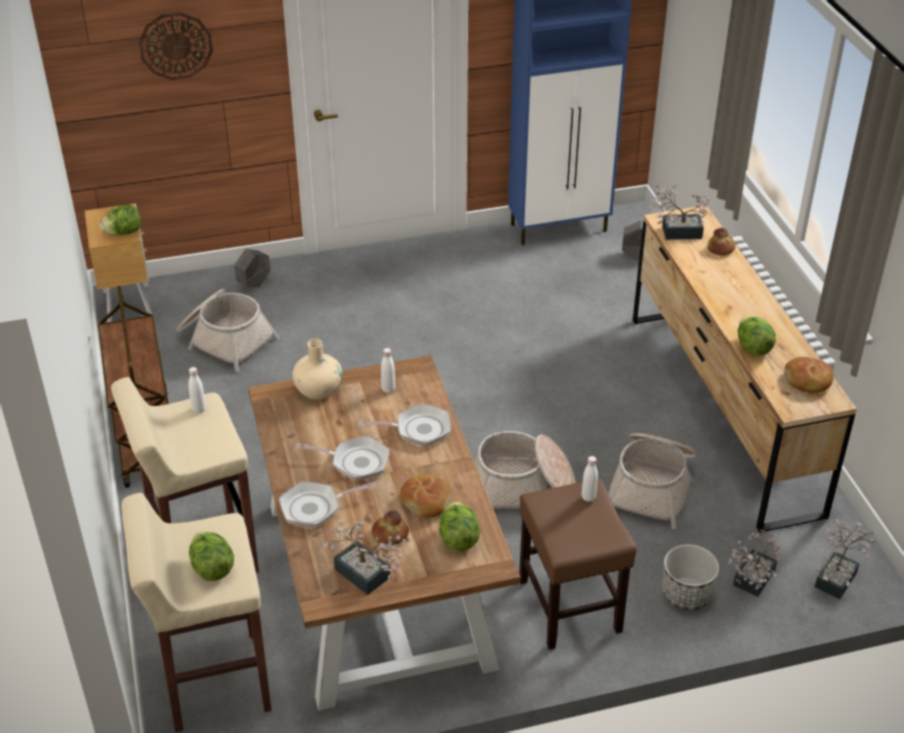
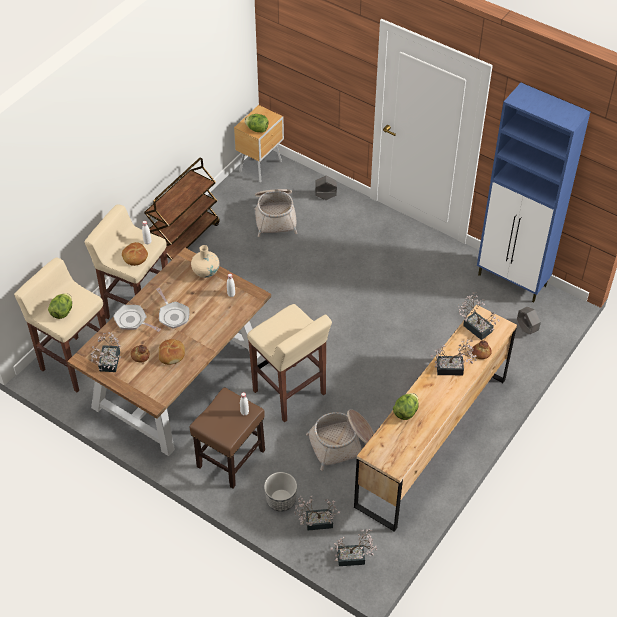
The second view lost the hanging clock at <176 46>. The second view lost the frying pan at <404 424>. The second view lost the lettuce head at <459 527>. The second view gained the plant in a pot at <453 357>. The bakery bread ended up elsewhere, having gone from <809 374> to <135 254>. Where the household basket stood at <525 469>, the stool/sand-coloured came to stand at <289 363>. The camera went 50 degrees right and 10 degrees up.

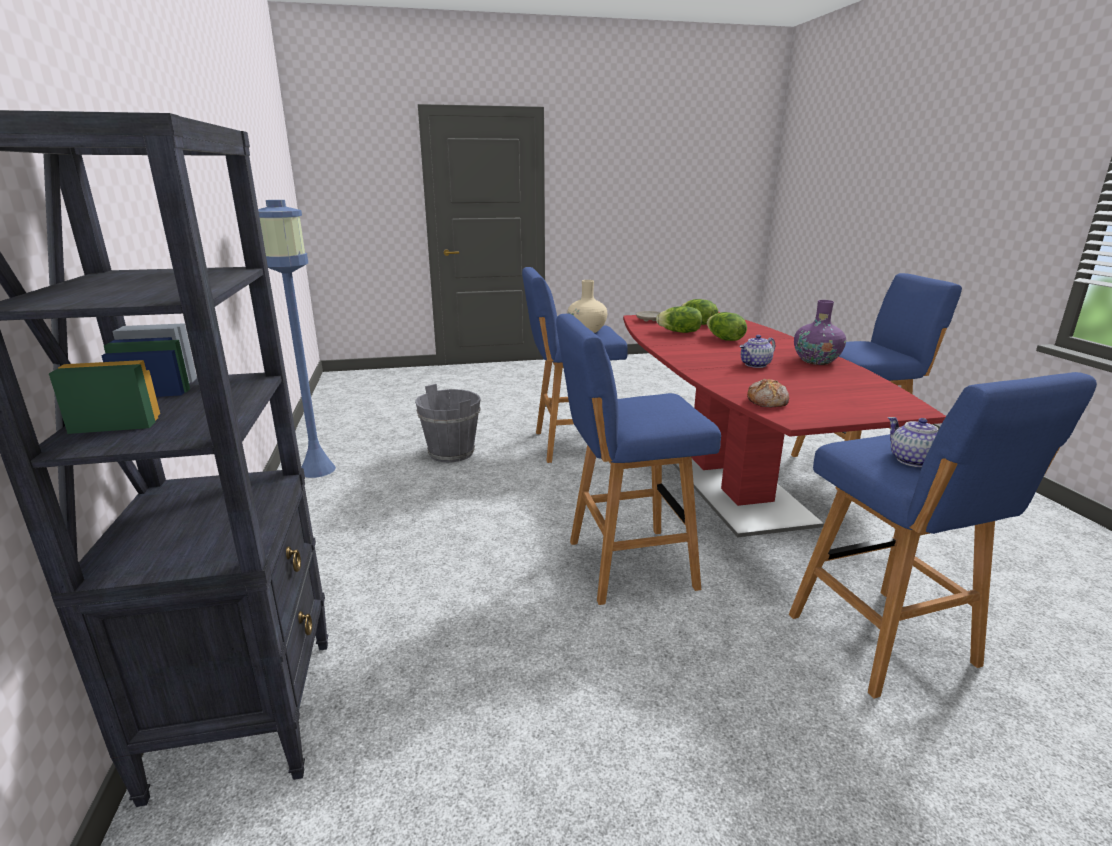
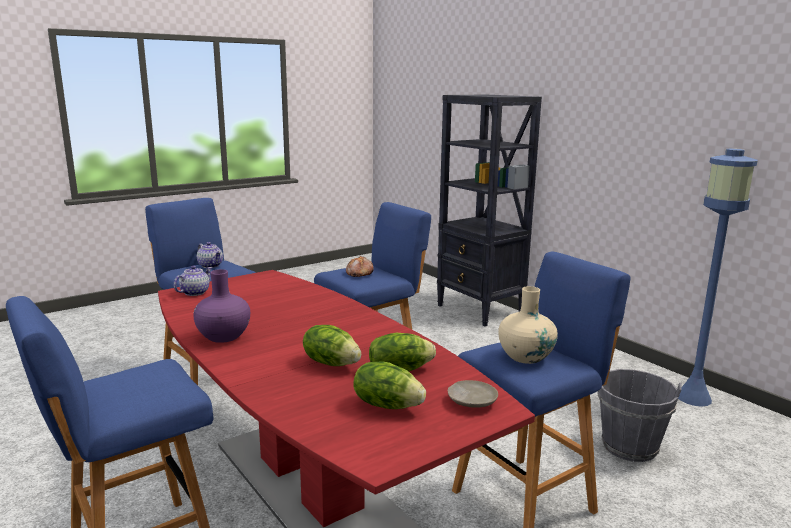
The pot for tea ended up elsewhere, having gone from <757 351> to <193 280>. The bakery bread ended up elsewhere, having gone from <768 393> to <360 266>. The camera went 155 degrees right and 5 degrees down.

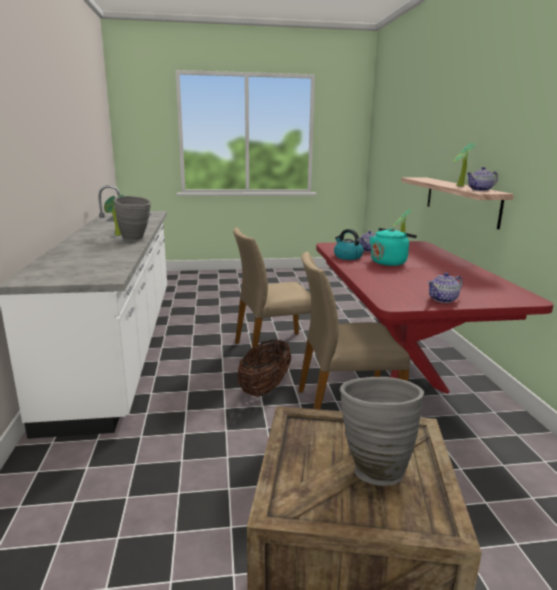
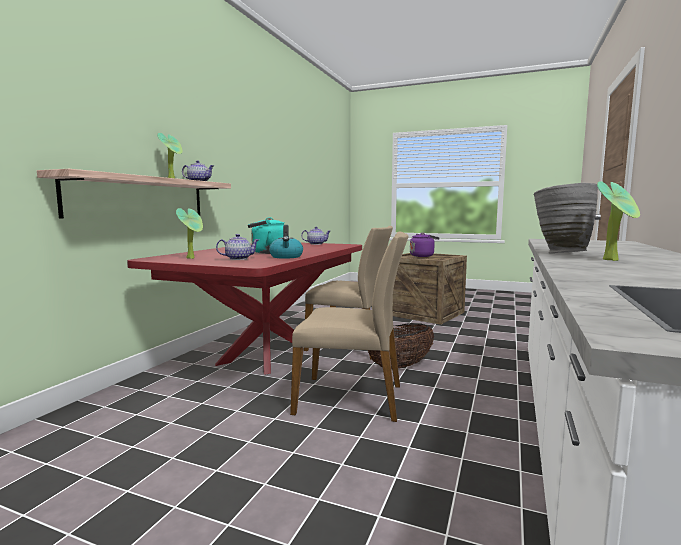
Where the decorative vase/grey stood at <382 431>, the water kettle/purplish came to stand at <425 245>. The camera went 150 degrees left and 10 degrees down.

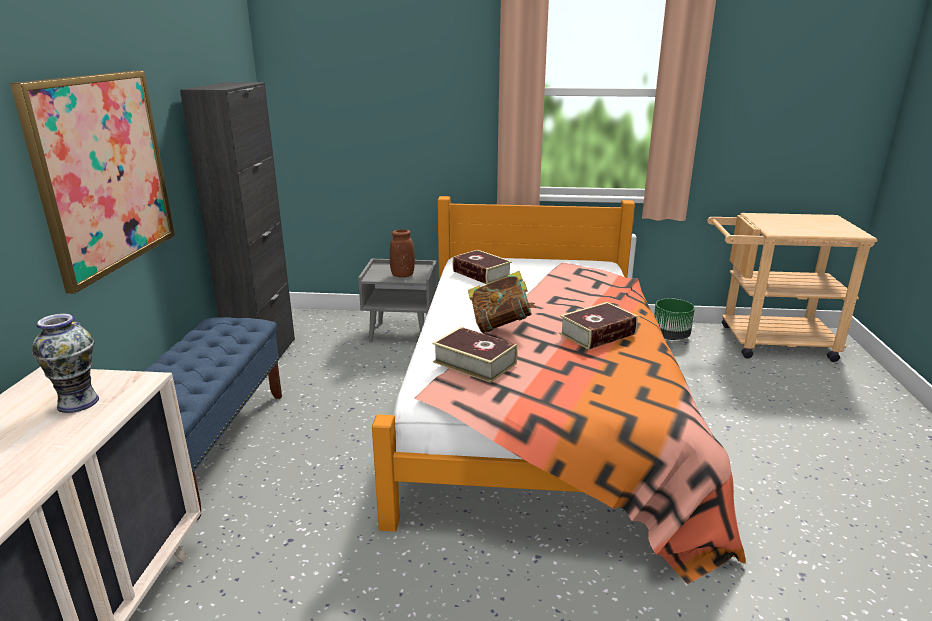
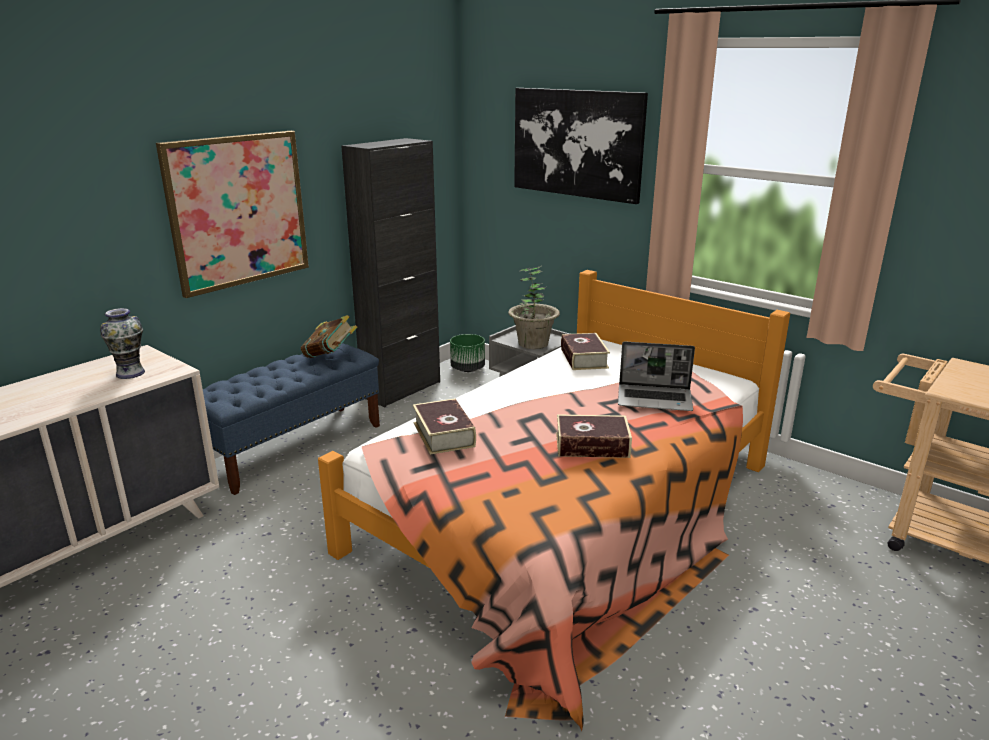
The second view gained the wall art at <581 146>. The second view gained the notebook computer at <656 376>. The bound book ended up elsewhere, having gone from <502 302> to <329 336>. The flower pot/greenish ended up elsewhere, having gone from <674 319> to <467 353>. Where the decorative vase/brownish stood at <402 253>, the plant in a pot came to stand at <534 307>. The camera went 35 degrees right and 0 degrees up.

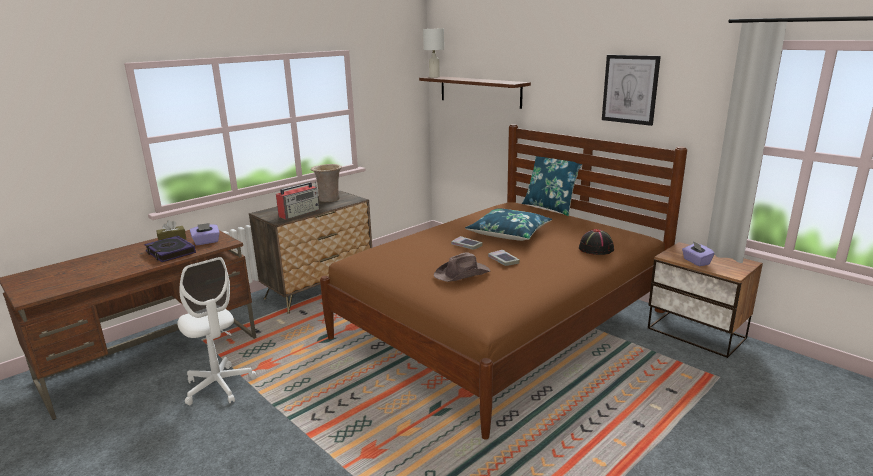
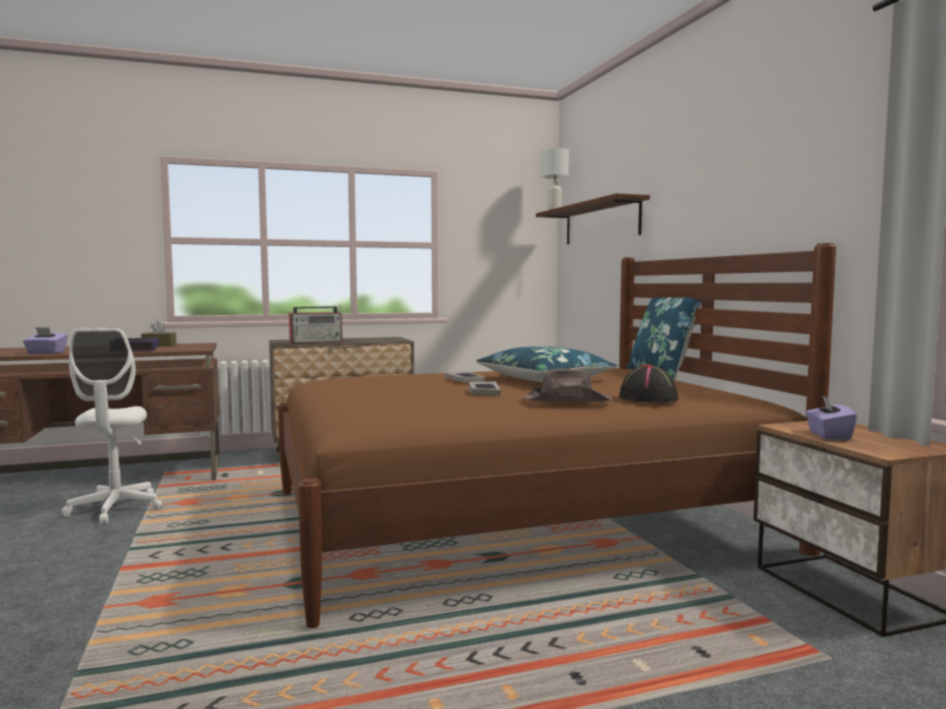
The second view lost the decorative vase/sand-coloured at <326 183>. The second view lost the wall art at <631 90>. The box of tissues/purplish ended up elsewhere, having gone from <205 234> to <45 340>. The hat/brownish ended up elsewhere, having gone from <462 267> to <566 385>. The camera went 25 degrees right and 15 degrees down.

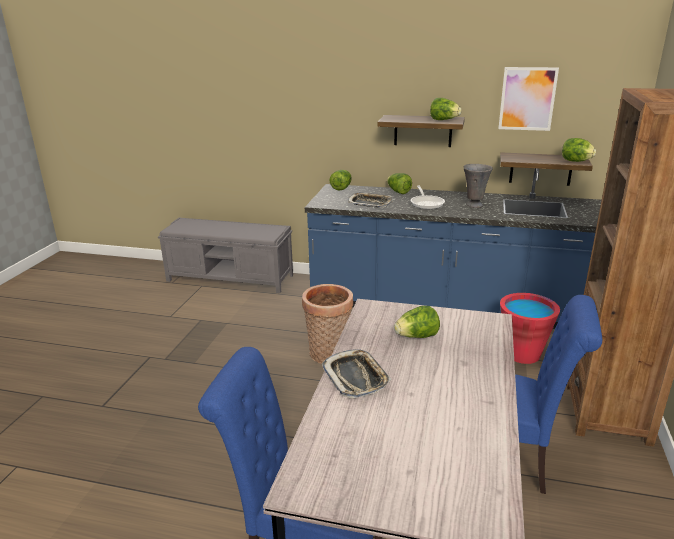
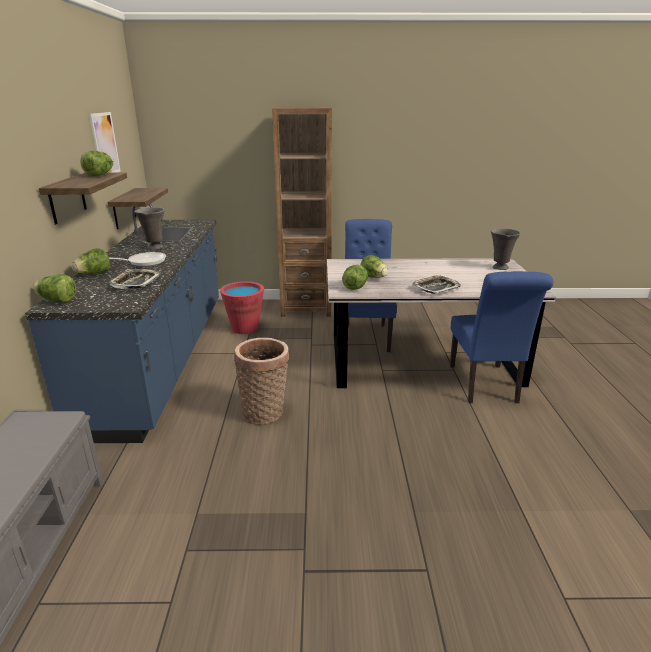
The second view gained the decorative vase/grey at <505 249>. The lettuce head ended up elsewhere, having gone from <579 150> to <355 277>. The camera went 105 degrees left and 0 degrees up.

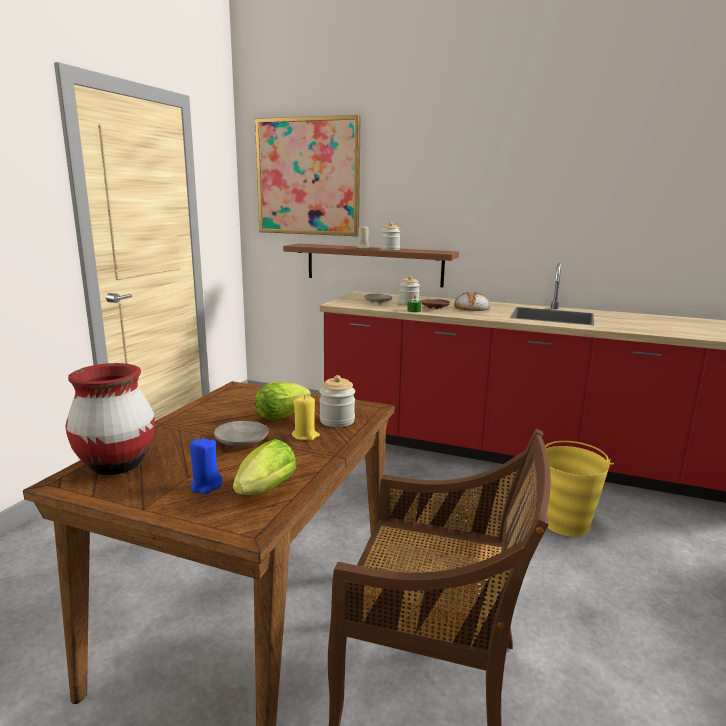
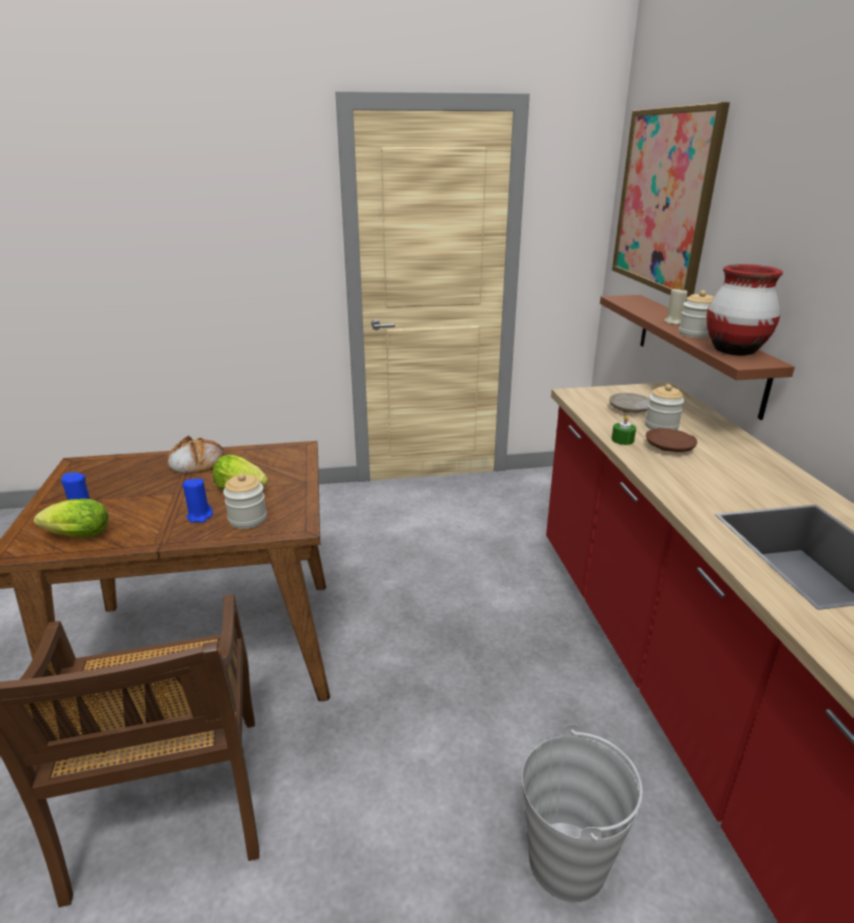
The second view lost the plate/sand-coloured at <241 433>. The decorative vase/red ended up elsewhere, having gone from <110 419> to <744 310>. The bakery bread ended up elsewhere, having gone from <472 301> to <196 455>. What was the wax light/yellow-coloured at <306 417> turned into the wax light/blue at <198 500>. What was the bucket/yellow-coloured at <579 489> turned into the bucket/grey at <582 813>. The camera went 60 degrees right and 10 degrees up.

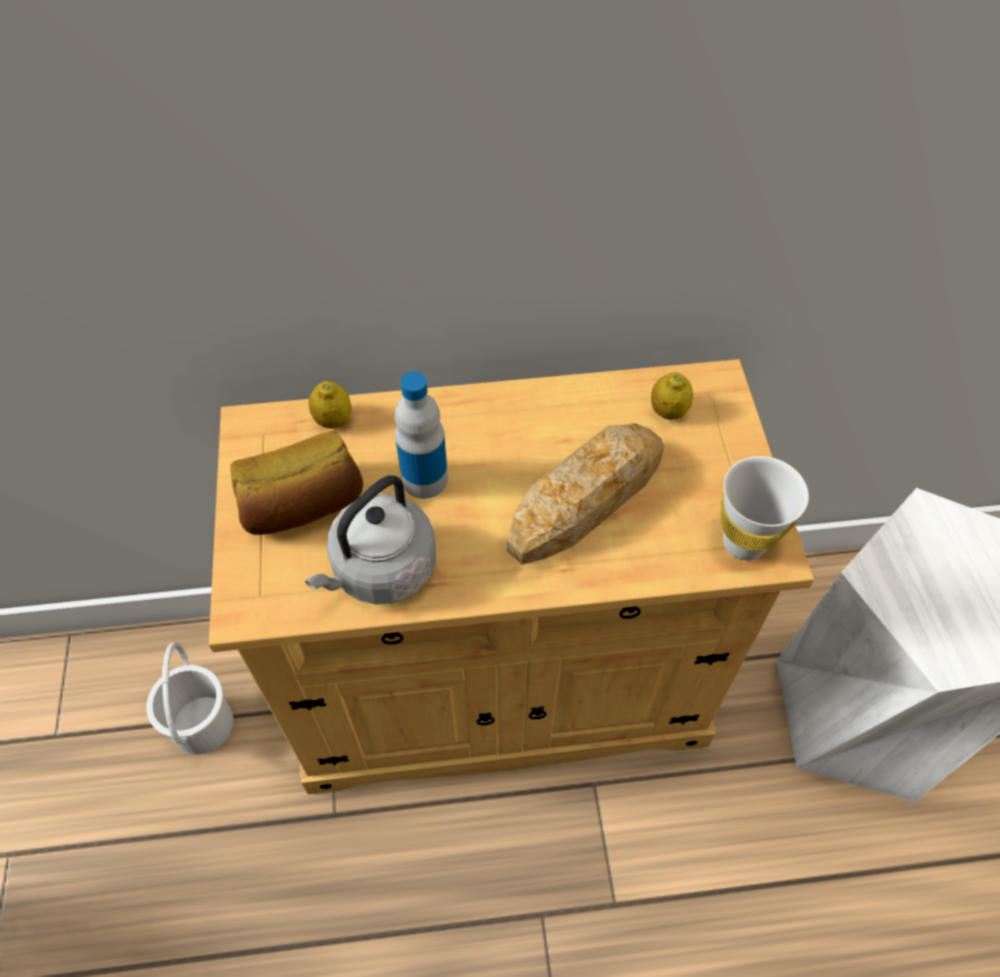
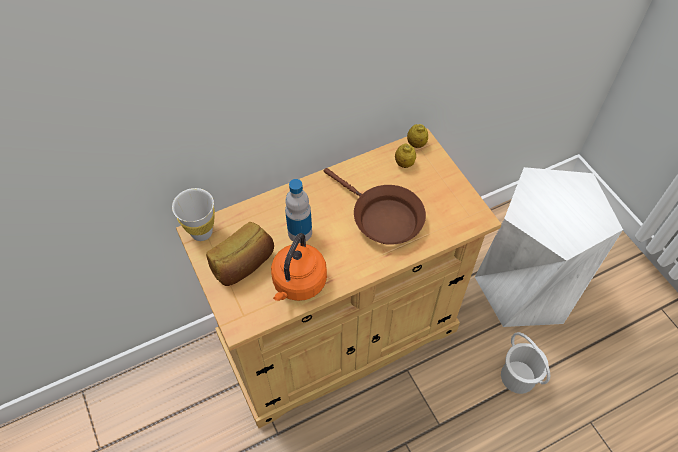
The bucket/whitish ended up elsewhere, having gone from <189 698> to <525 363>. The whole lemon ended up elsewhere, having gone from <330 405> to <417 136>. The cup/whitish ended up elsewhere, having gone from <765 508> to <193 214>. Where the bakery bread stood at <585 494>, the frying pan/brownish came to stand at <375 206>. What was the water kettle/grey at <370 539> turned into the water kettle/orange-coloured at <299 267>. The camera went 20 degrees left and 0 degrees up.

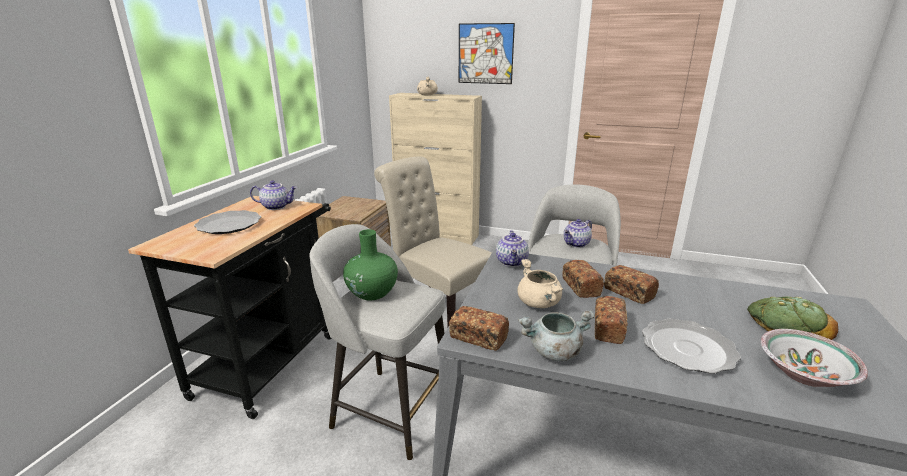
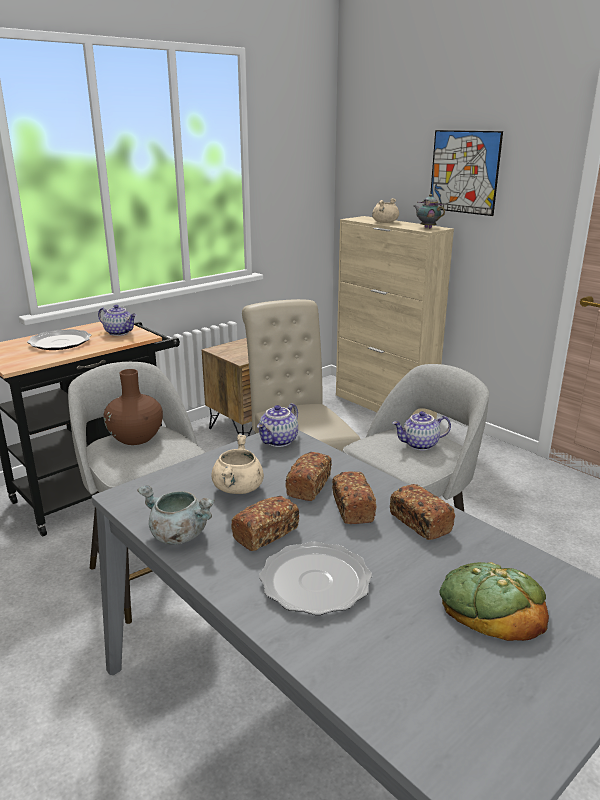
The second view lost the bowl at <814 358>. The second view gained the pot for tea at <429 211>. The bakery bread ended up elsewhere, having gone from <479 328> to <422 512>. What was the decorative vase/greenish at <370 264> turned into the decorative vase/brownish at <133 407>. The camera went 30 degrees right and 0 degrees up.

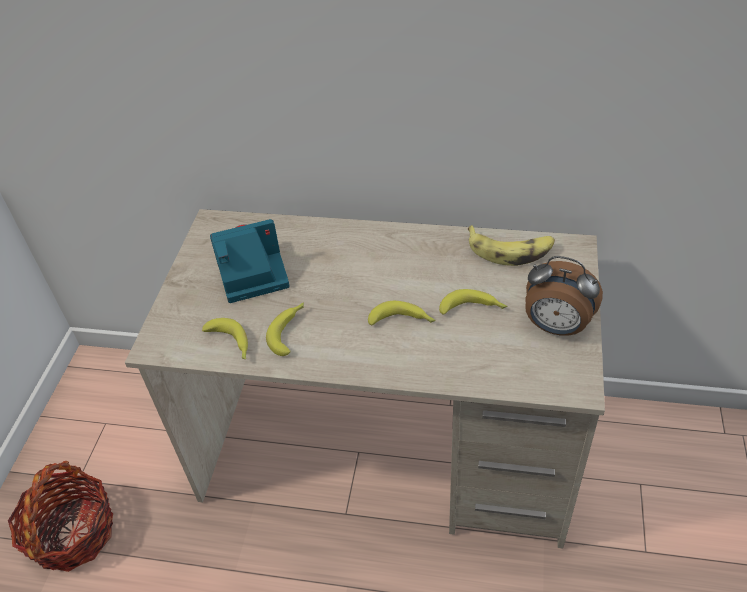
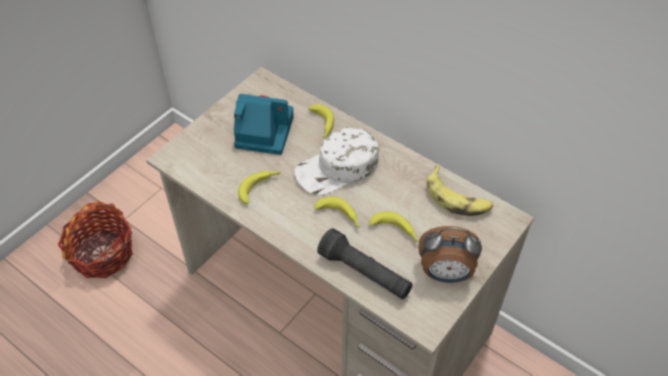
The second view gained the baseball cap/whitish at <337 161>. The second view gained the hand torch/blackish at <364 263>. The banana ended up elsewhere, having gone from <225 338> to <321 121>. The table clock at <564 296> ended up facing another way, 45 degrees counterclockwise from before. The camera went 25 degrees right and 5 degrees up.

